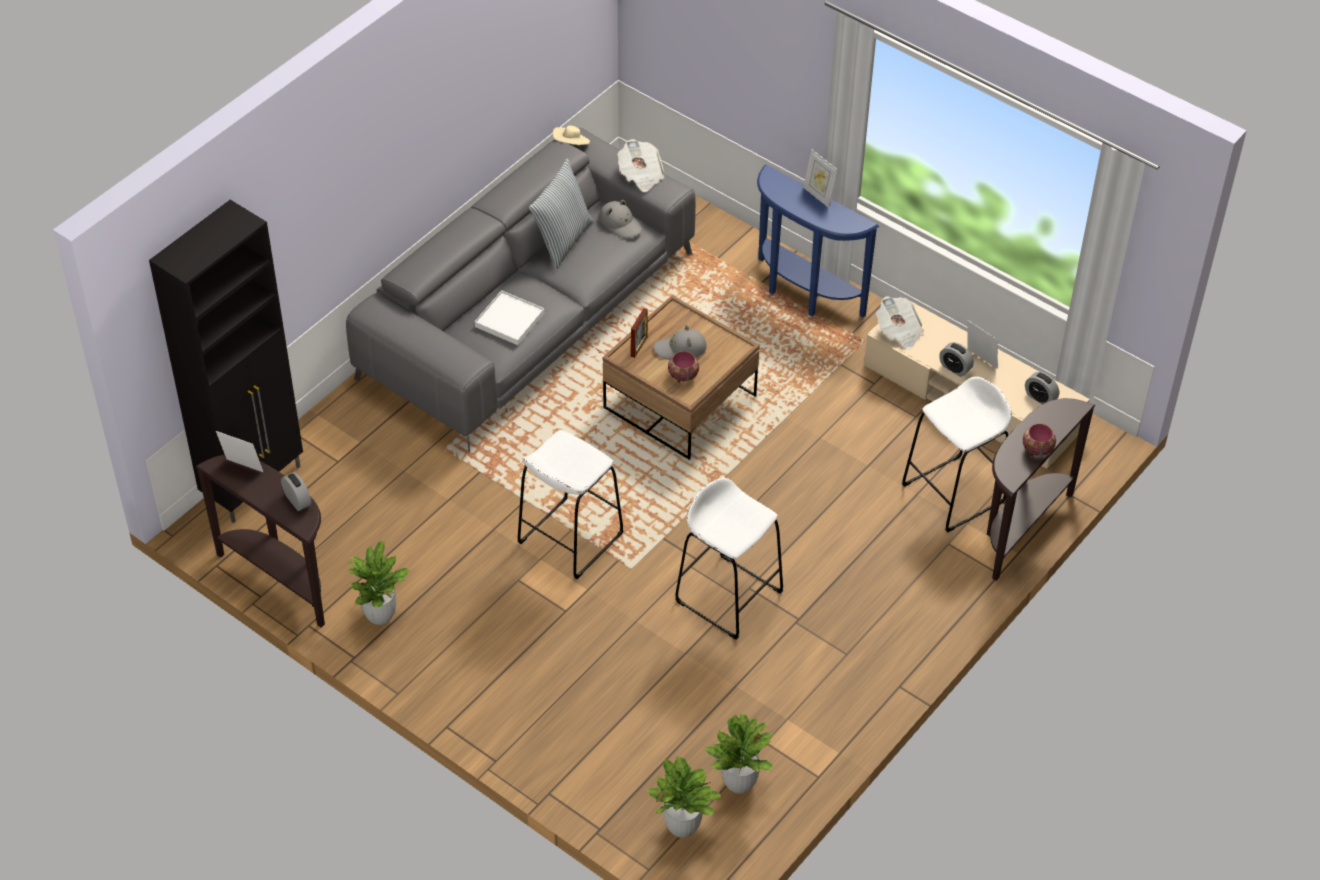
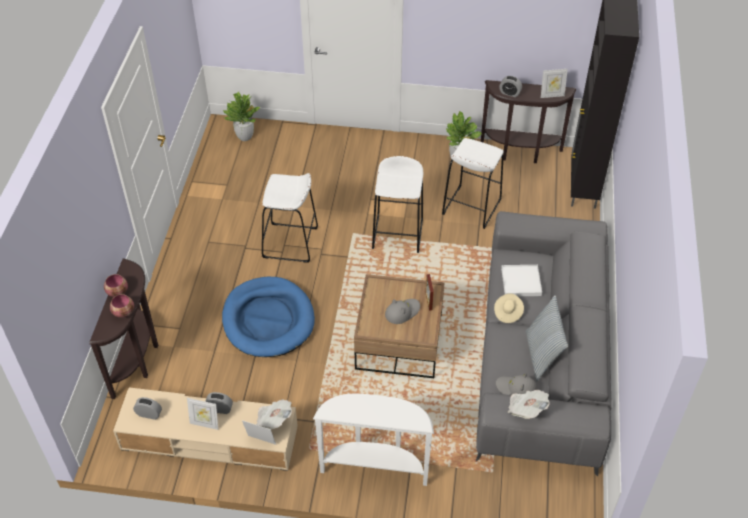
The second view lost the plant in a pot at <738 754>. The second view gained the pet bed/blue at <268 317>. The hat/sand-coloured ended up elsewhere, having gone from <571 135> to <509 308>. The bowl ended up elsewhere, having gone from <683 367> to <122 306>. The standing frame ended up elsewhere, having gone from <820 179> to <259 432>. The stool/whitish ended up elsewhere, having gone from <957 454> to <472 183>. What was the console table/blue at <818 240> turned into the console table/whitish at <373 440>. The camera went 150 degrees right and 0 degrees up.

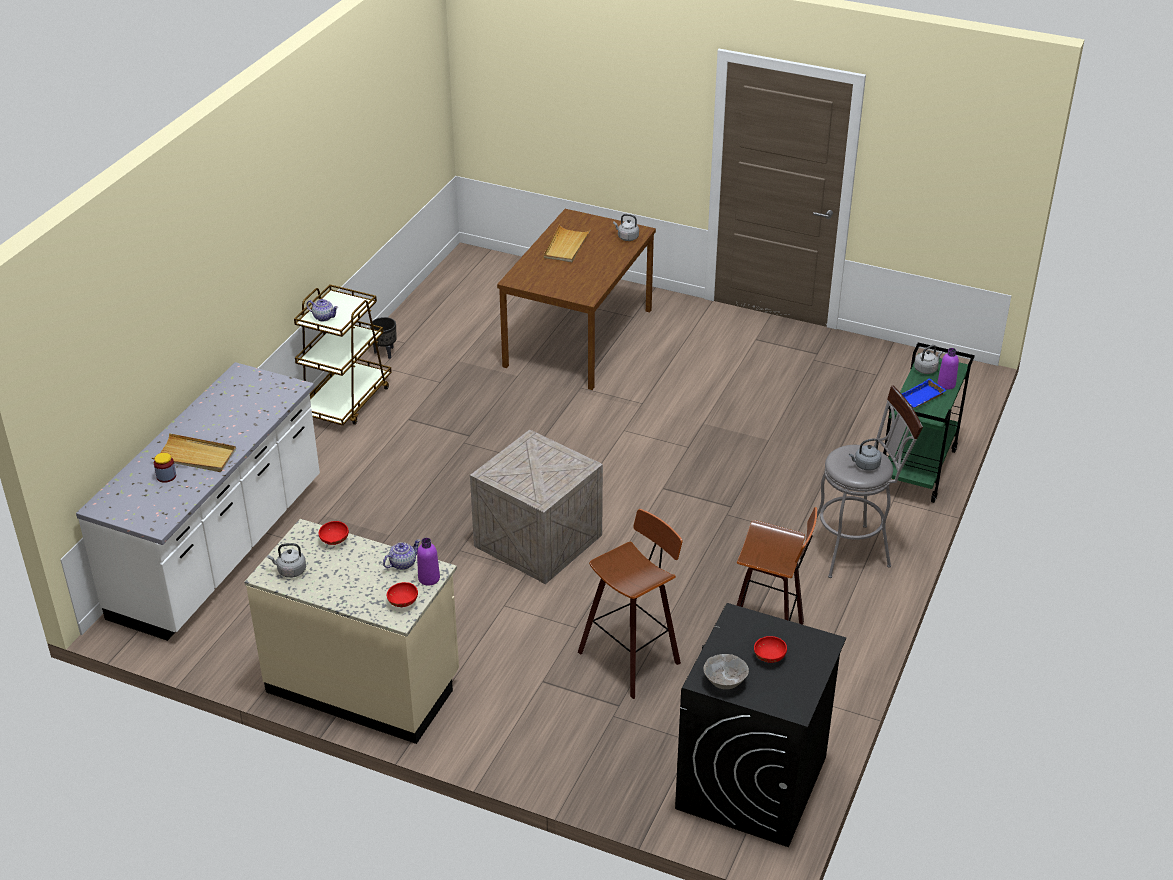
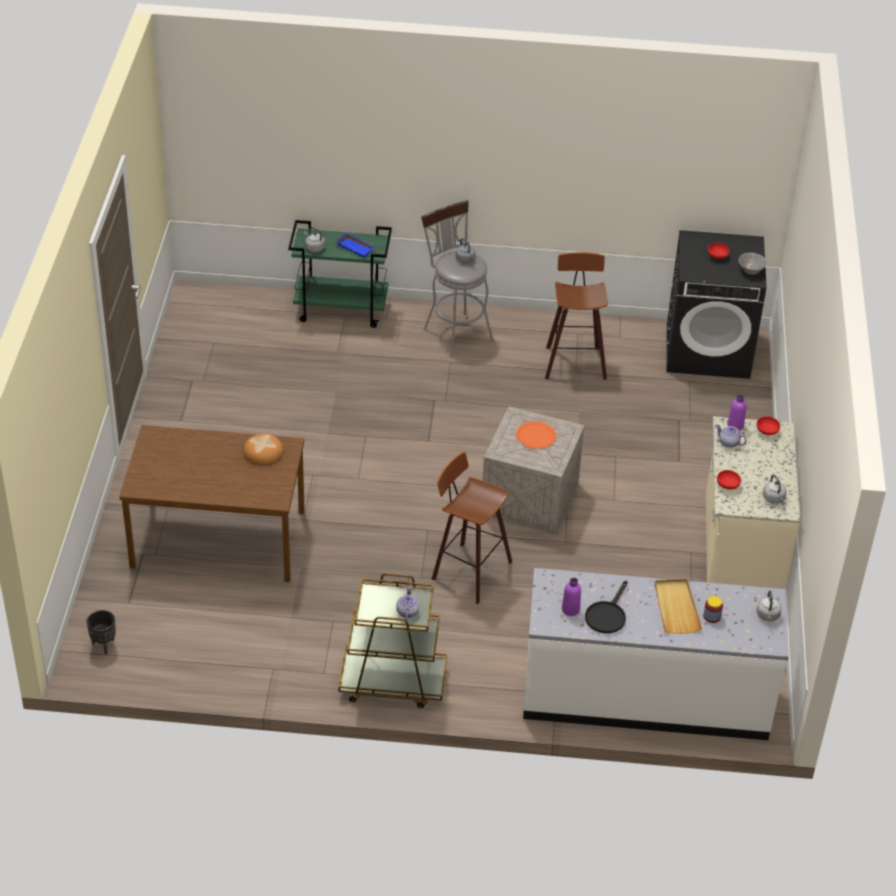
The second view lost the tray/sand-coloured at <567 243>. The second view gained the bakery bread at <263 449>. The second view gained the plate/orange-coloured at <536 435>. The second view gained the frying pan/blackish at <606 607>. The flower pot/blackish ended up elsewhere, having gone from <383 338> to <101 632>. The stool ended up elsewhere, having gone from <630 604> to <472 528>. The water kettle/grey ended up elsewhere, having gone from <626 227> to <769 605>. The drink bottle/purplish ended up elsewhere, having gone from <948 369> to <571 597>. The camera went 110 degrees left and 5 degrees up.

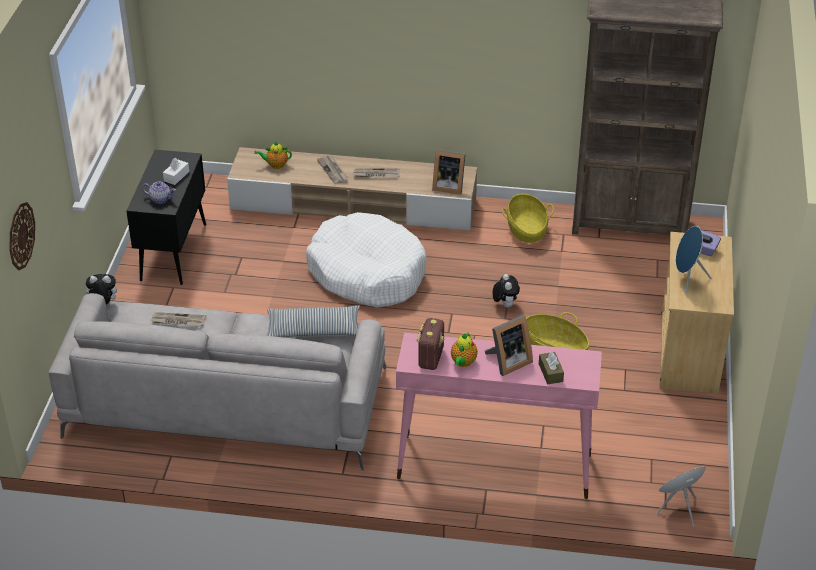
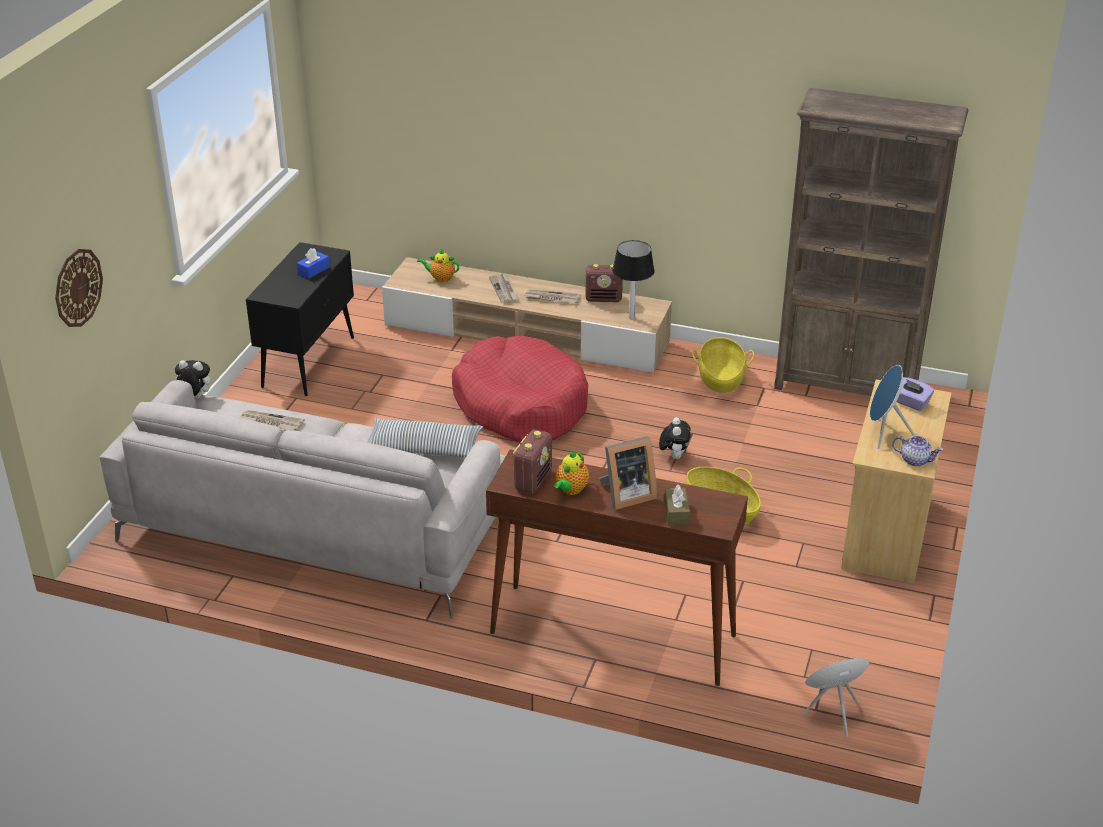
The second view gained the radio receiver at <604 283>. The pot for tea ended up elsewhere, having gone from <159 193> to <917 451>. Where the standing frame stood at <449 172>, the table lamp came to stand at <633 279>. What was the box of tissues/whitish at <176 171> turned into the box of tissues/blue at <313 263>. What was the pet bed/whitish at <366 260> turned into the pet bed/red at <520 388>. What was the console table/pinkish at <499 416> turned into the console table/brownish at <617 567>. The camera went 10 degrees right and 5 degrees down.

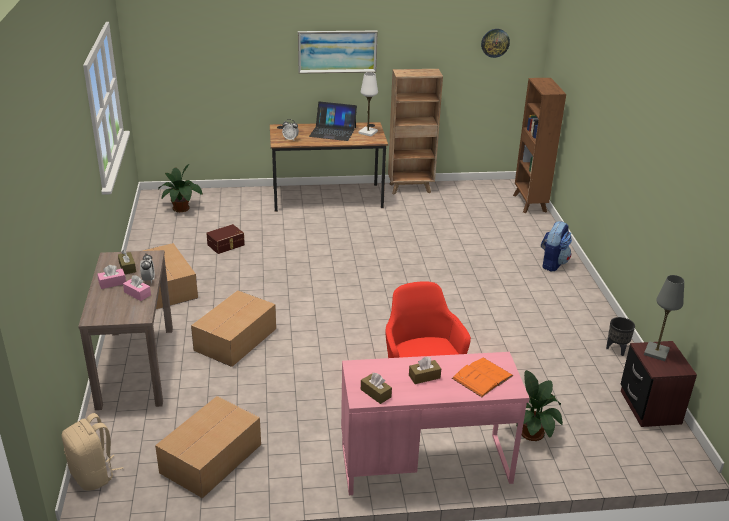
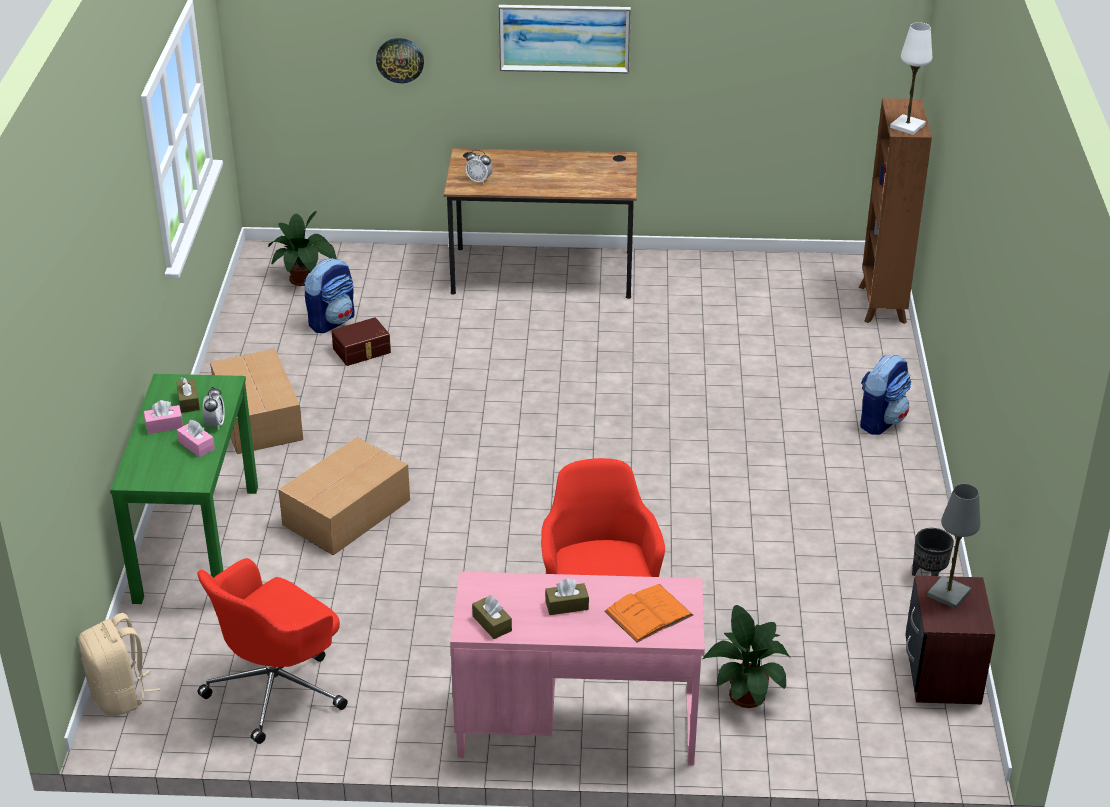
The second view lost the notebook computer at <333 121>. The second view lost the bookcase/brownish at <415 132>. The second view gained the rucksack at <329 295>. The table lamp/whitish ended up elsewhere, having gone from <368 104> to <911 78>. The hanging clock ended up elsewhere, having gone from <495 43> to <400 60>. Where the carton stood at <208 447>, the desk chair/red came to stand at <272 651>. What was the console table/brownish at <125 330> turned into the console table/greenish at <184 489>. The camera went 10 degrees right and 5 degrees up.

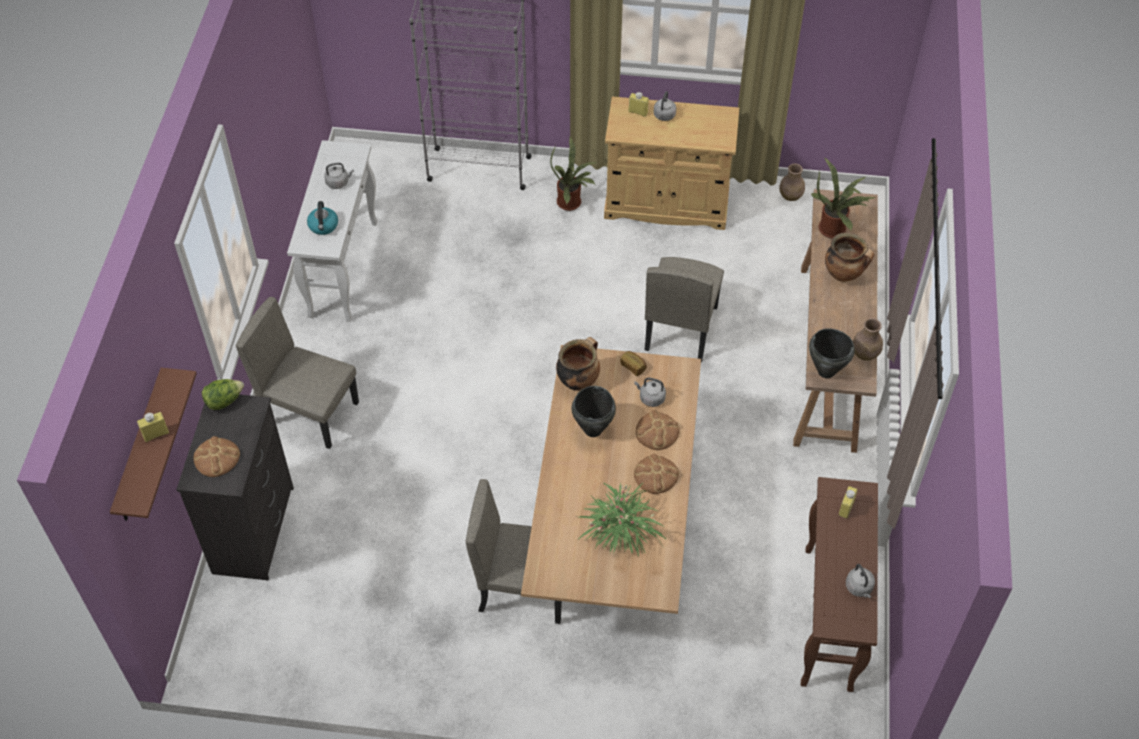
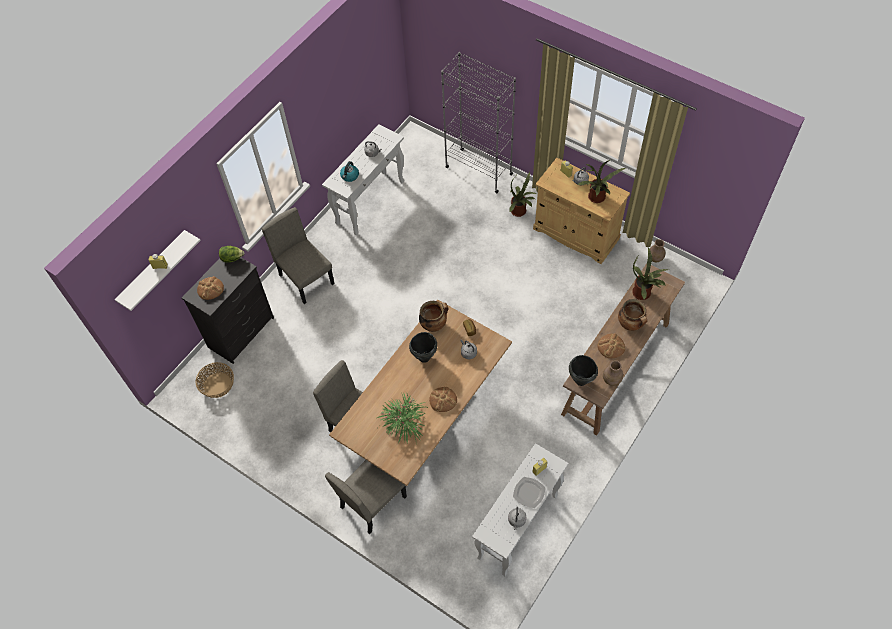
The second view gained the household basket at <215 380>. The second view gained the plate at <529 492>. The second view gained the plant in a pot at <601 181>. The bakery bread ended up elsewhere, having gone from <658 430> to <611 345>. The plain chair/sand-coloured ended up elsewhere, having gone from <684 309> to <366 497>. What was the bracket shelf/brownish at <153 444> turned into the bracket shelf/whitish at <158 270>. What was the console table/brownish at <839 584> turned into the console table/whitish at <520 509>. The camera went 30 degrees right and 5 degrees up.

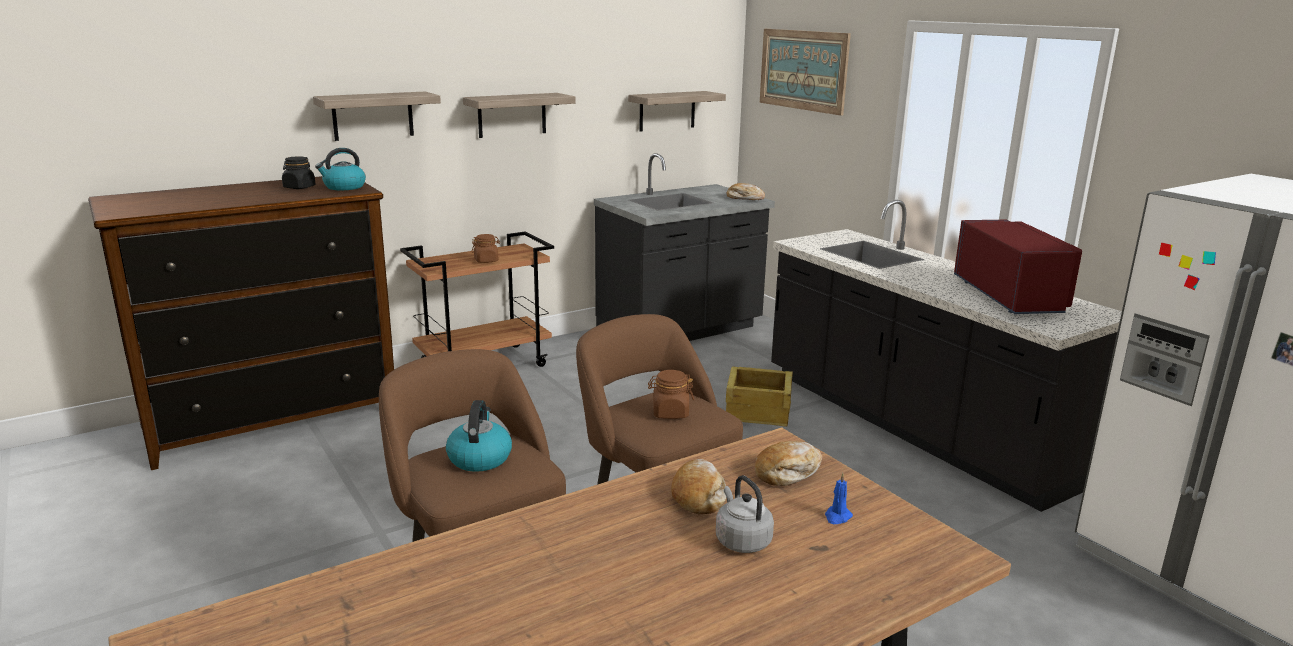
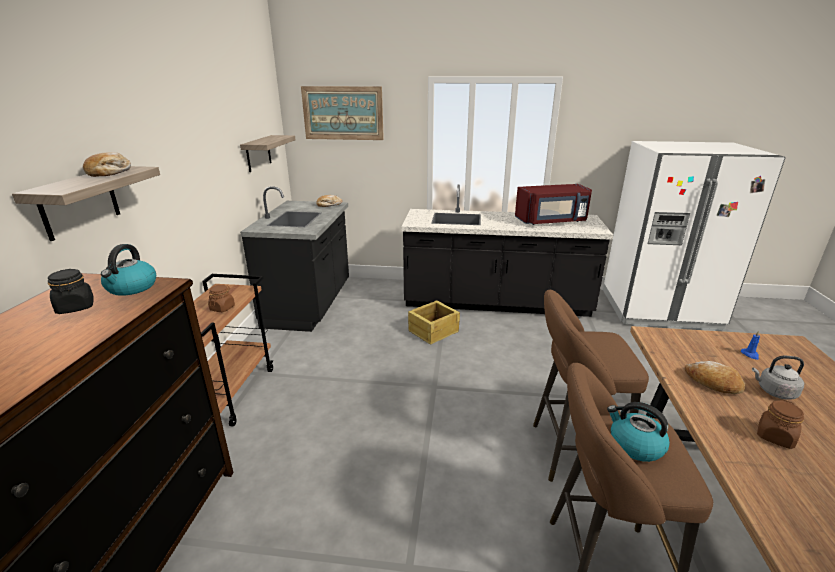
The second view lost the bracket shelf at <519 115>. The preserve jar/brownish ended up elsewhere, having gone from <671 394> to <780 424>. The bakery bread ended up elsewhere, having gone from <788 463> to <107 164>. The kitchen microwave/red at <1018 267> ended up facing another way, 135 degrees clockwise from before. The camera went 50 degrees left and 5 degrees up.

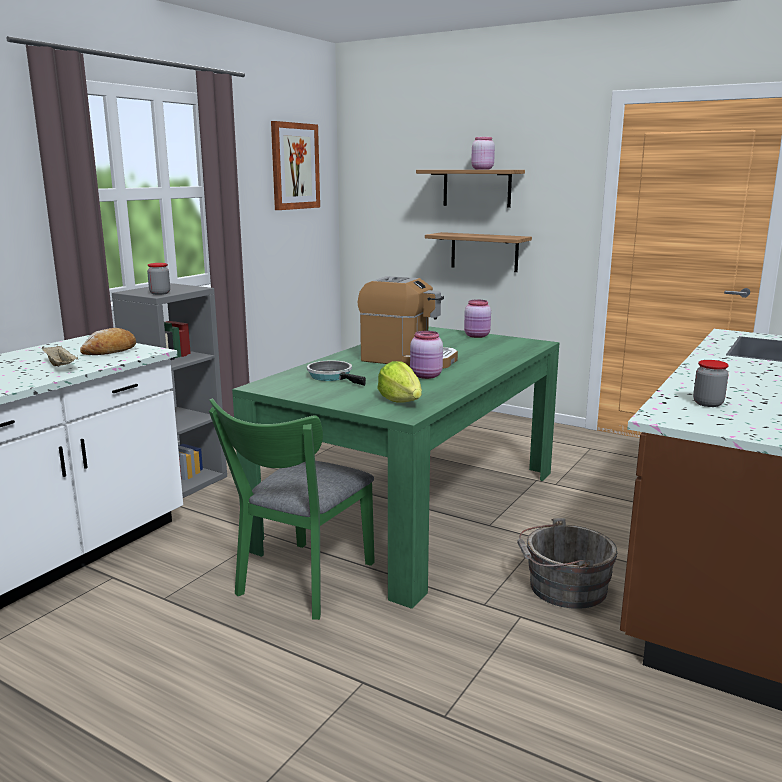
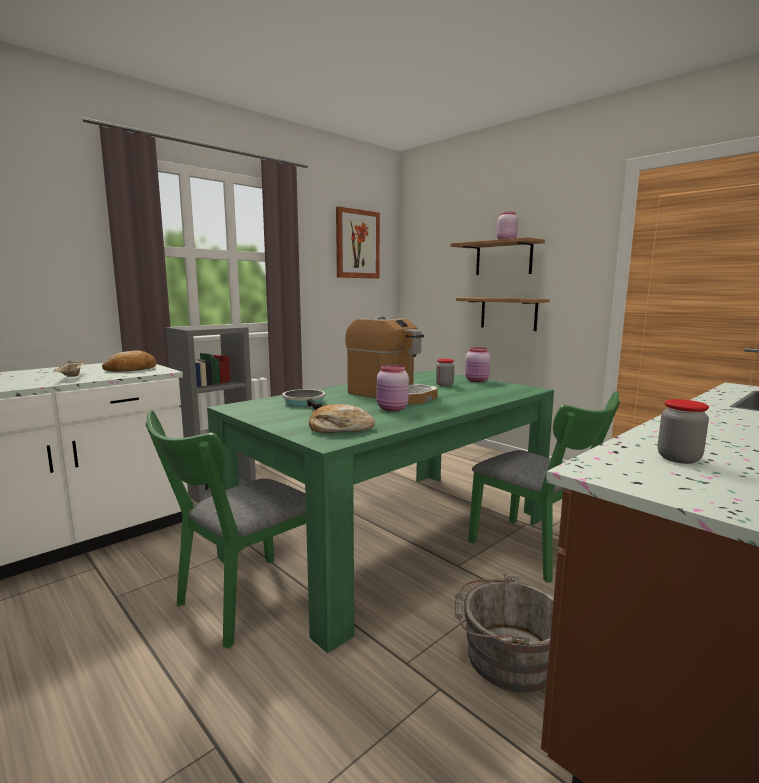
The second view gained the plain chair/greenish at <544 487>. The preserve jar ended up elsewhere, having gone from <158 279> to <445 372>. Where the lettuce head stood at <399 382>, the bakery bread came to stand at <342 418>. The camera went 15 degrees right and 5 degrees down.

